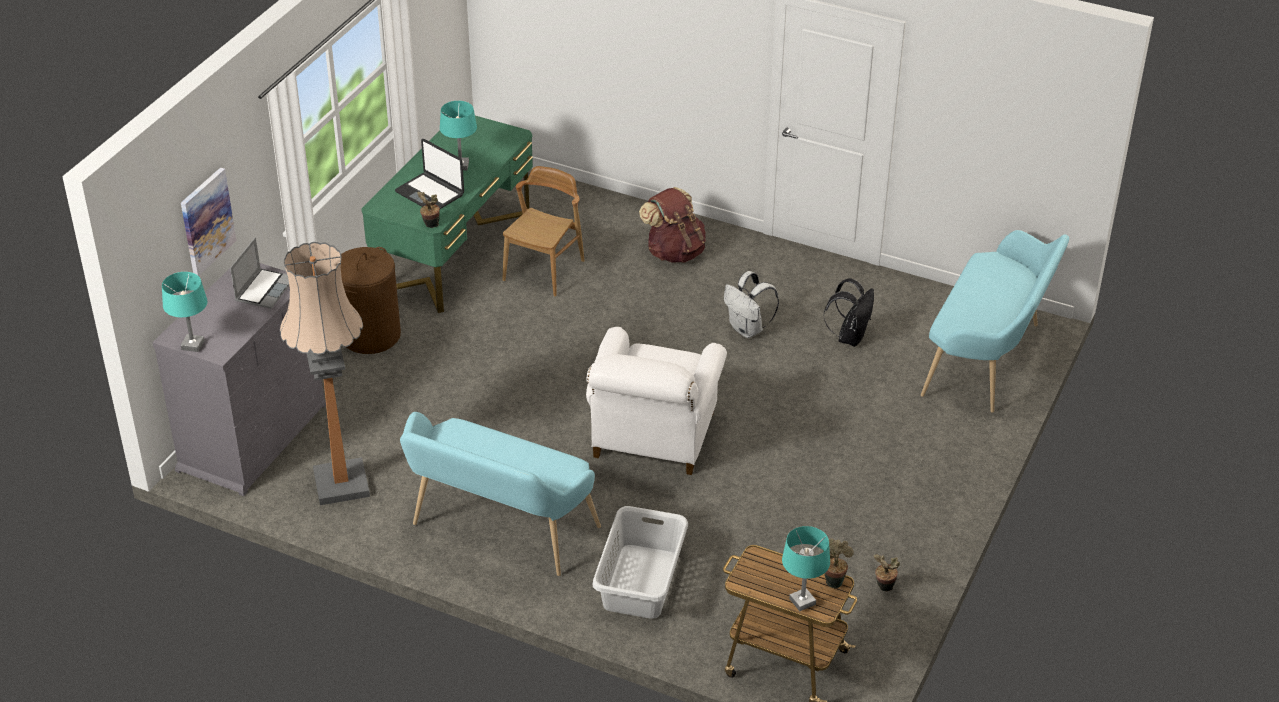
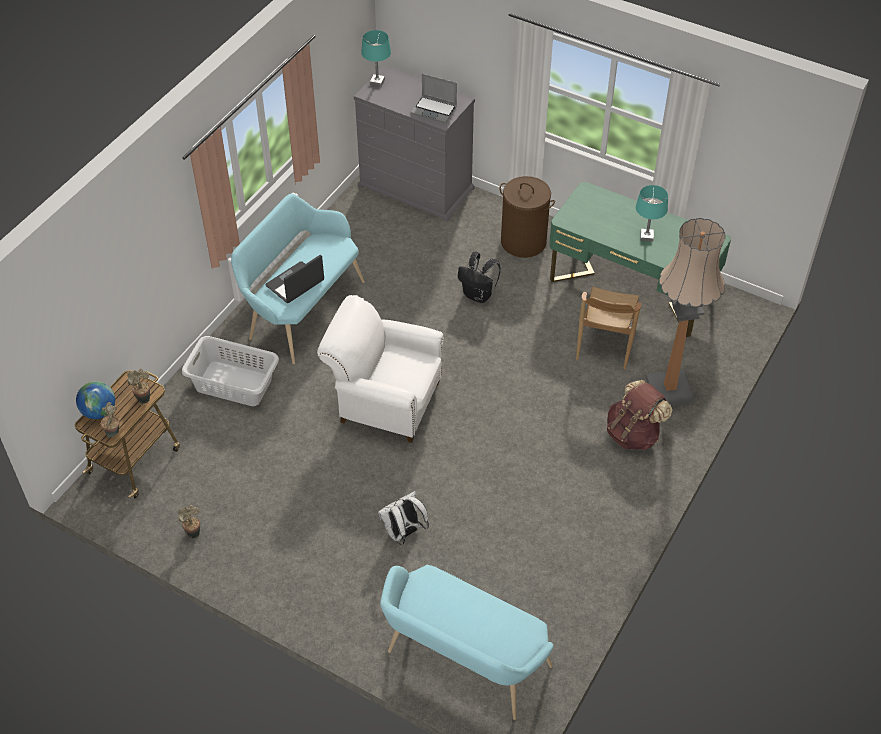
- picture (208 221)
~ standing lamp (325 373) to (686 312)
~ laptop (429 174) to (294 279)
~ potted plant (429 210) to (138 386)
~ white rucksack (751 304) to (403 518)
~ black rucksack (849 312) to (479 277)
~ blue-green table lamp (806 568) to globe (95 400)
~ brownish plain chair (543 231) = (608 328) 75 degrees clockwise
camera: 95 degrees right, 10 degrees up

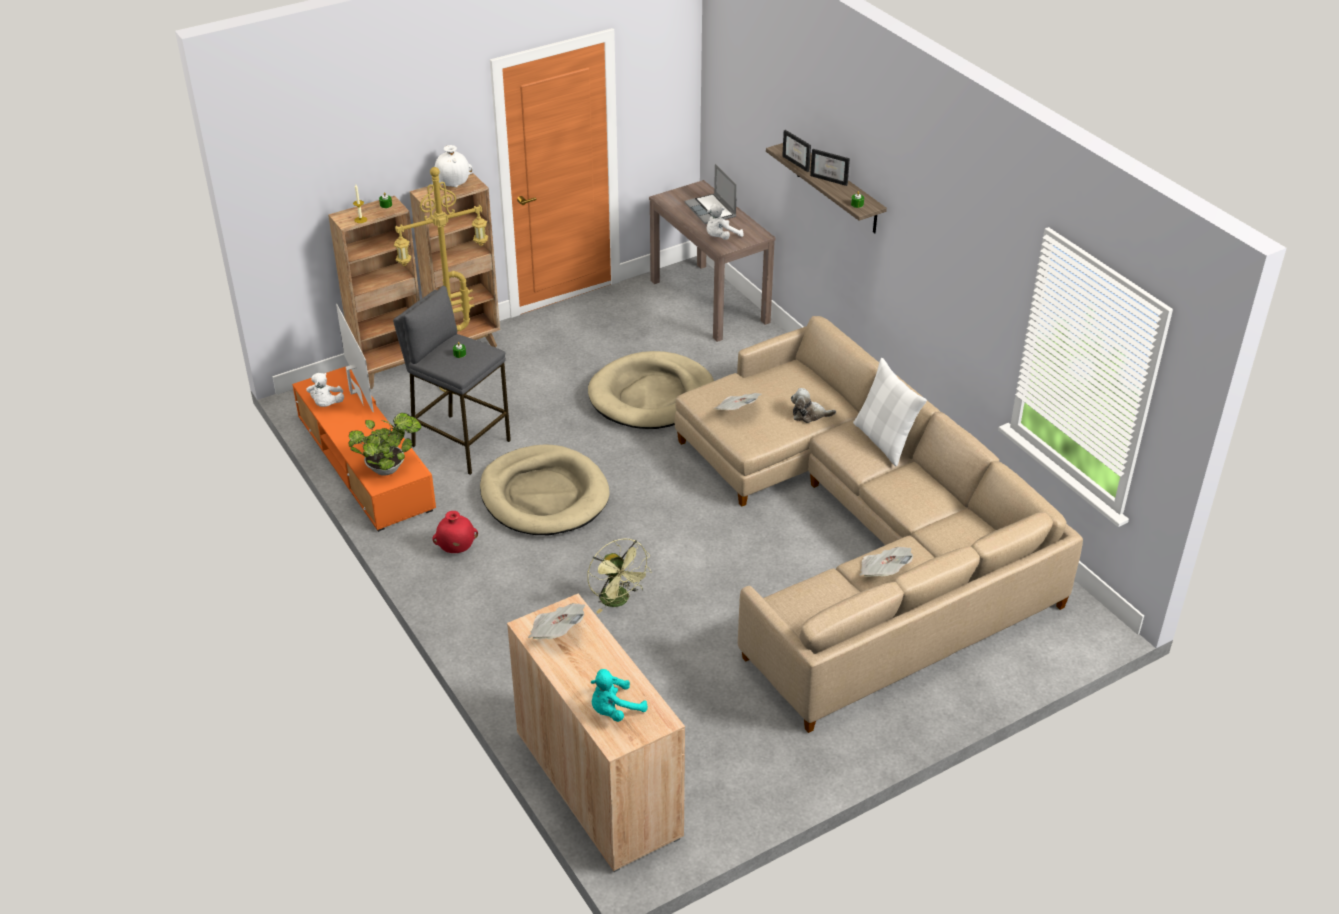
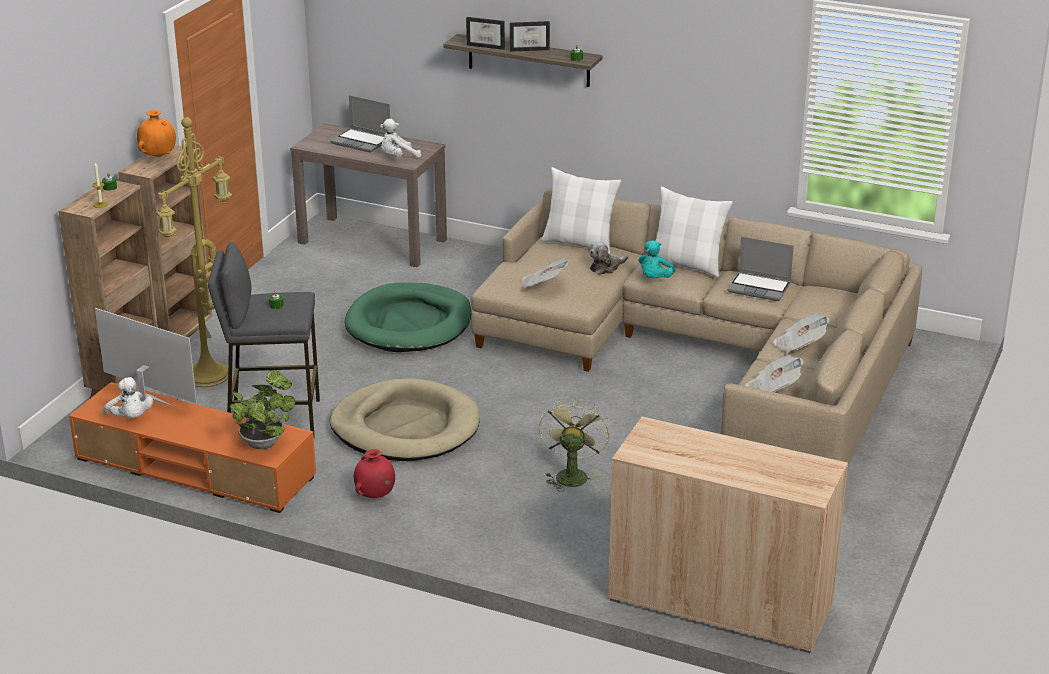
+ white throw pillow (581 210)
+ laptop (760 268)
~ daily paper (556 621) to (774 373)
~ blue-green cuddly toy (619 695) to (657 259)
~ white decorative vase (454 166) to orange decorative vase (156 133)
~ beige dog bed (651 390) to green-coloured dog bed (408 317)
~ green-coloured electric fan (619 576) = (574 445) 105 degrees counterclockwise
~ white cuddly toy (725 221) = (400 138) 45 degrees clockwise
camera: 35 degrees left, 10 degrees down

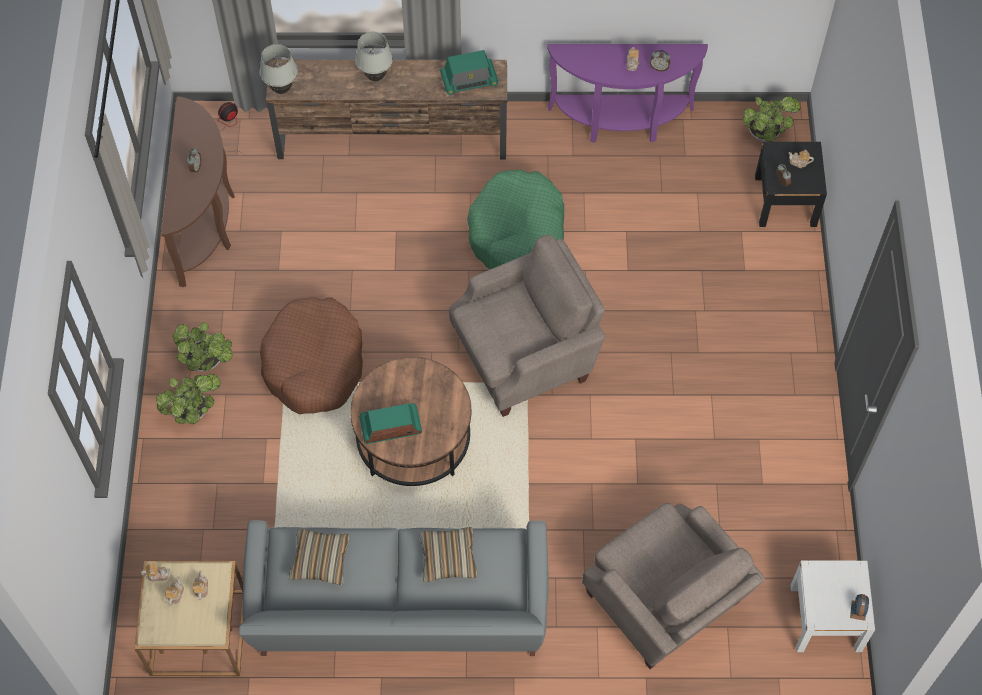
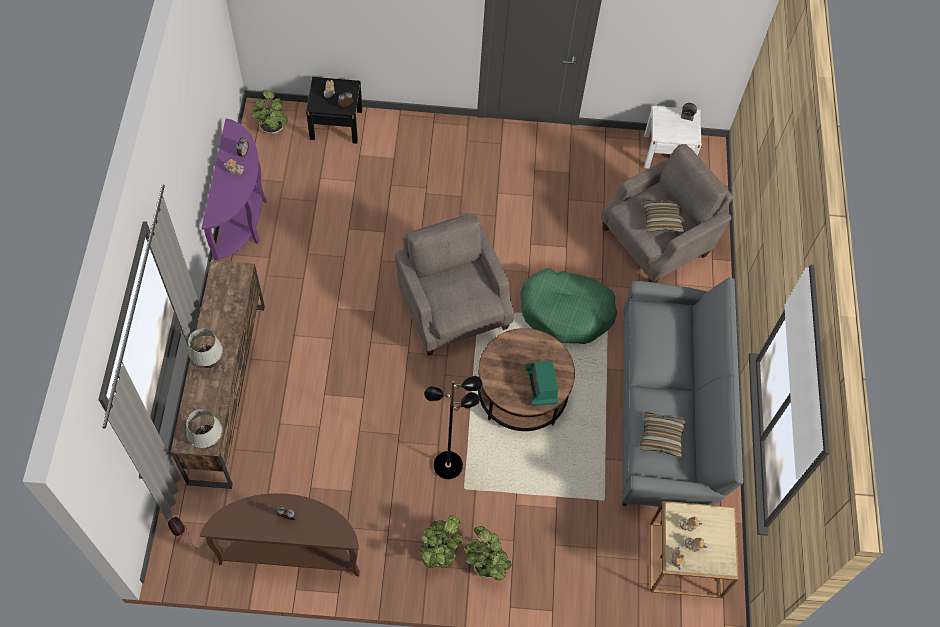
- radio receiver (469 72)
~ throw pillow (449 554) to (663 216)
~ green-coloured dog bed (515 220) to (569 306)
~ brownish dog bed (311 355) to black standing lamp (453 427)
camera: 90 degrees left, 0 degrees up

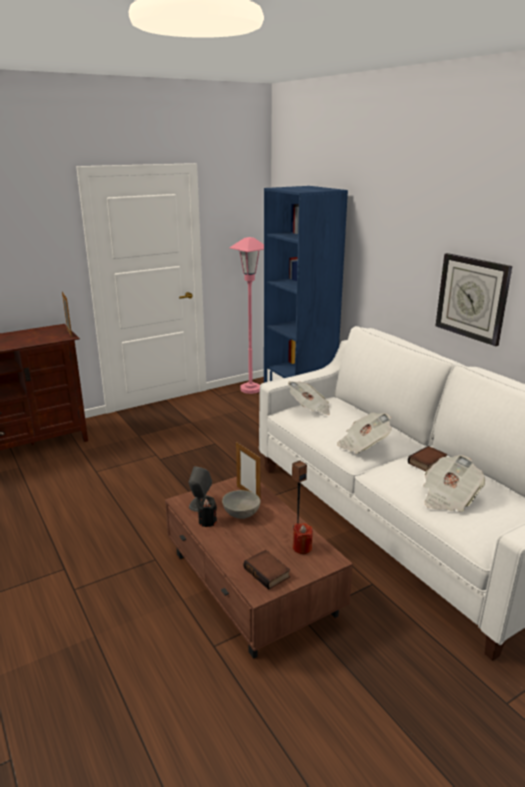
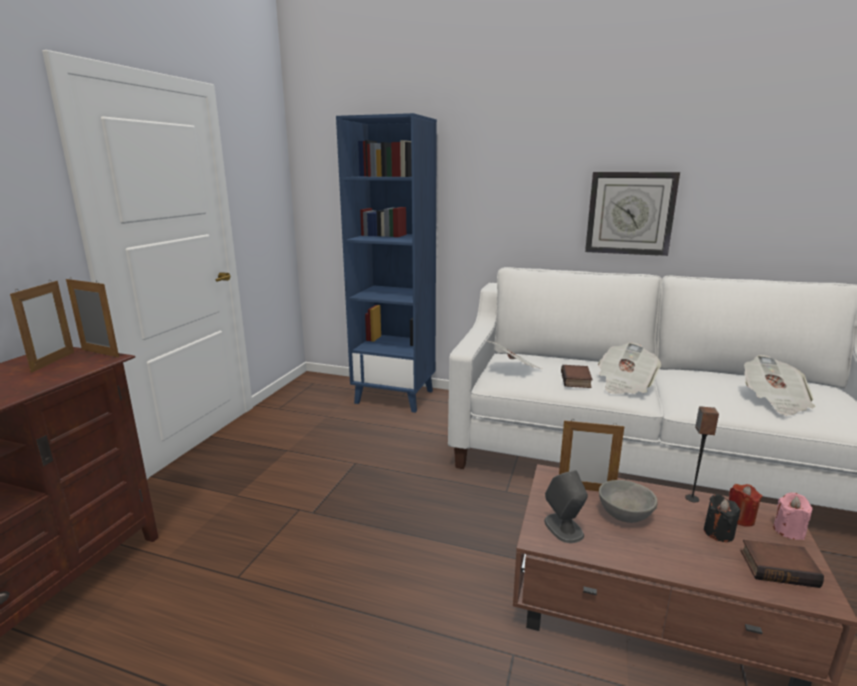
- pink standing lamp (246 315)
+ standing frame (42 327)
+ pink candle (792 516)
~ black candle (207 511) to (722 518)
~ book (428 458) to (577 376)
camera: 40 degrees left, 5 degrees down

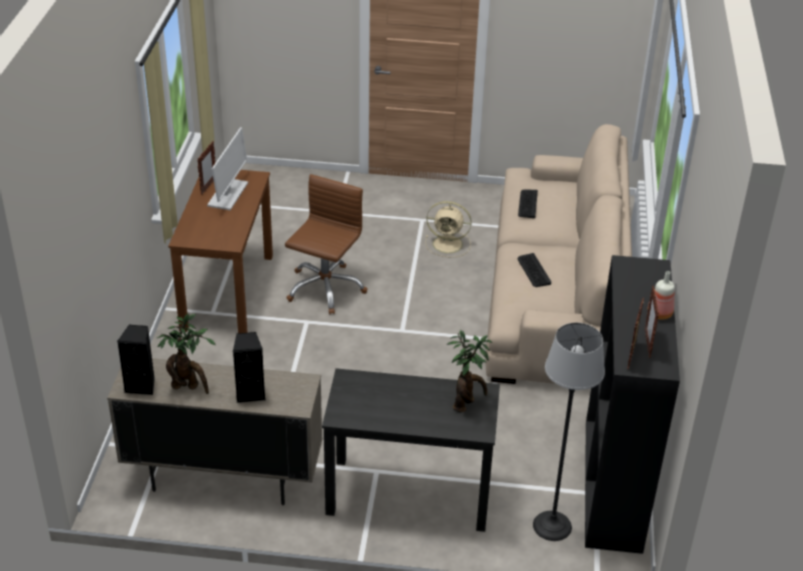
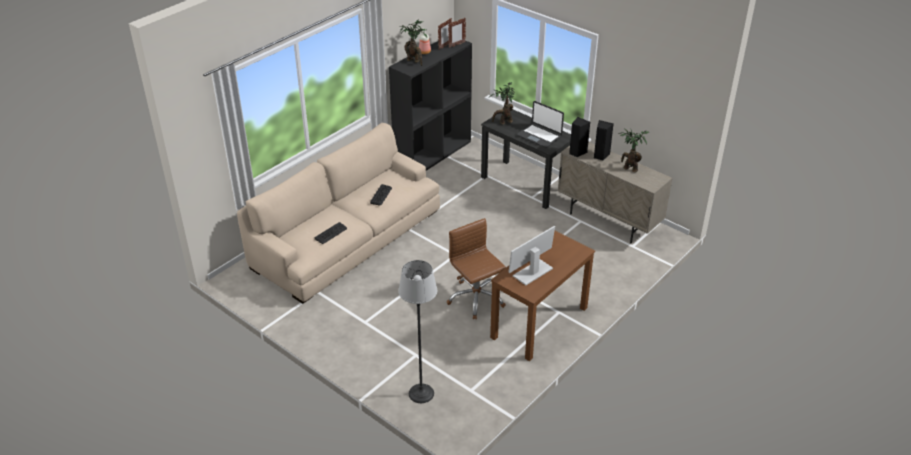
- standing frame (206 168)
- beige electric fan (448 229)
+ potted plant (413 42)
+ laptop (540 124)
~ black speaker (136 359) to (579 137)
~ standing lamp (569 432) to (417 331)
~ brownish desk chair (326 244) = (476 269) 90 degrees clockwise
camera: 145 degrees left, 0 degrees up

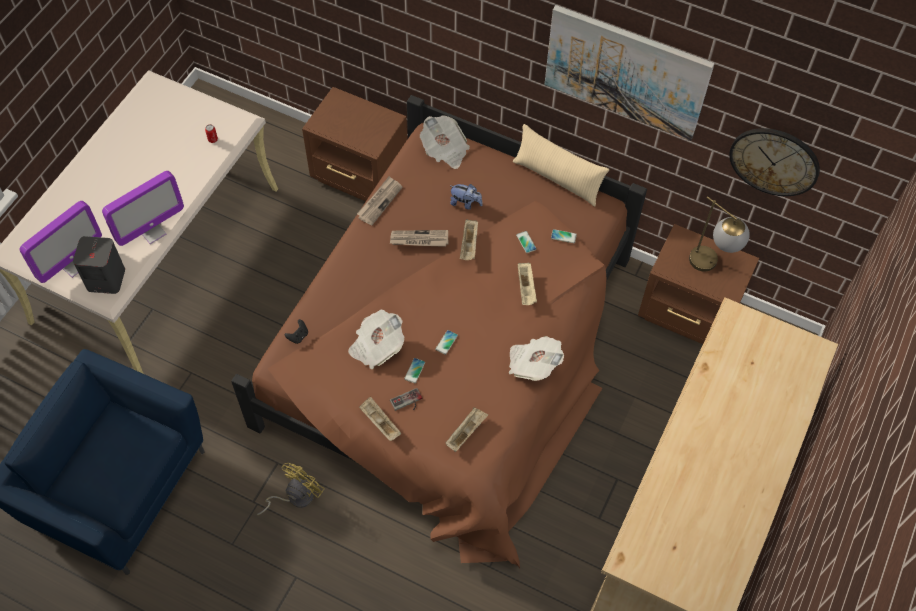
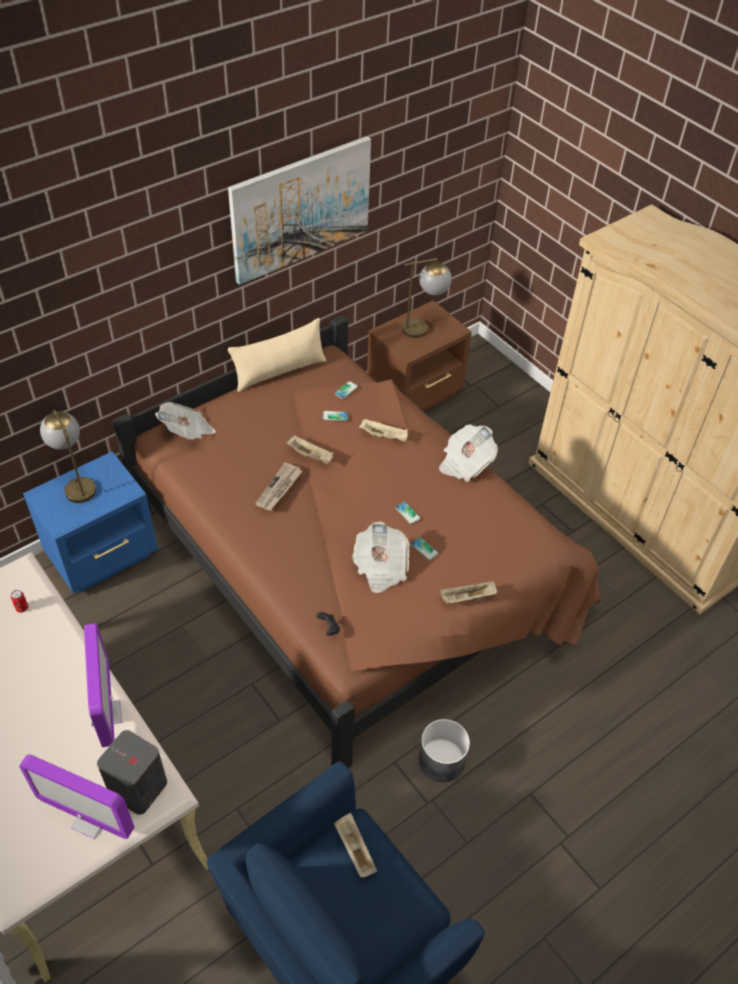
- daily paper (379 200)
- game controller (406 399)
- cuddly toy (466 197)
- clock on the wall (774 162)
+ table lamp (68 456)
~ beige serving tray (466 429) to (355 845)
~ yellow-coloured electric fan (291 489) to grey flower pot (444 750)
~ brownish night table (354 144) to bluish night table (90 522)
~ computer display (61 242) = (76 796) 135 degrees clockwise
camera: 65 degrees left, 10 degrees down

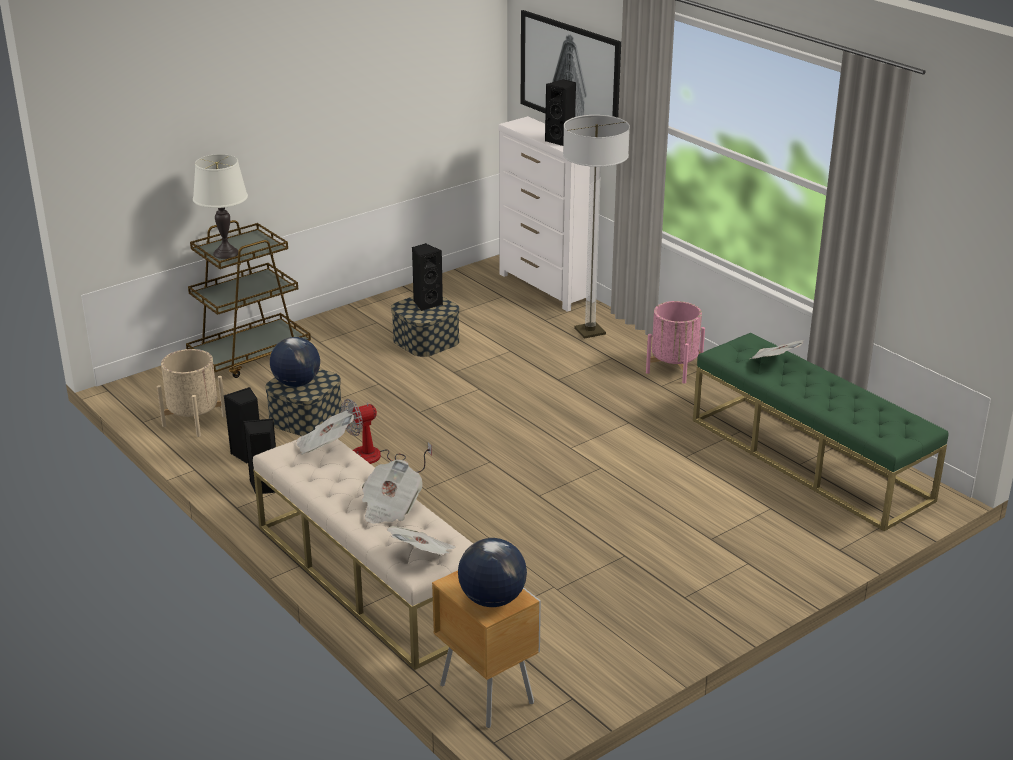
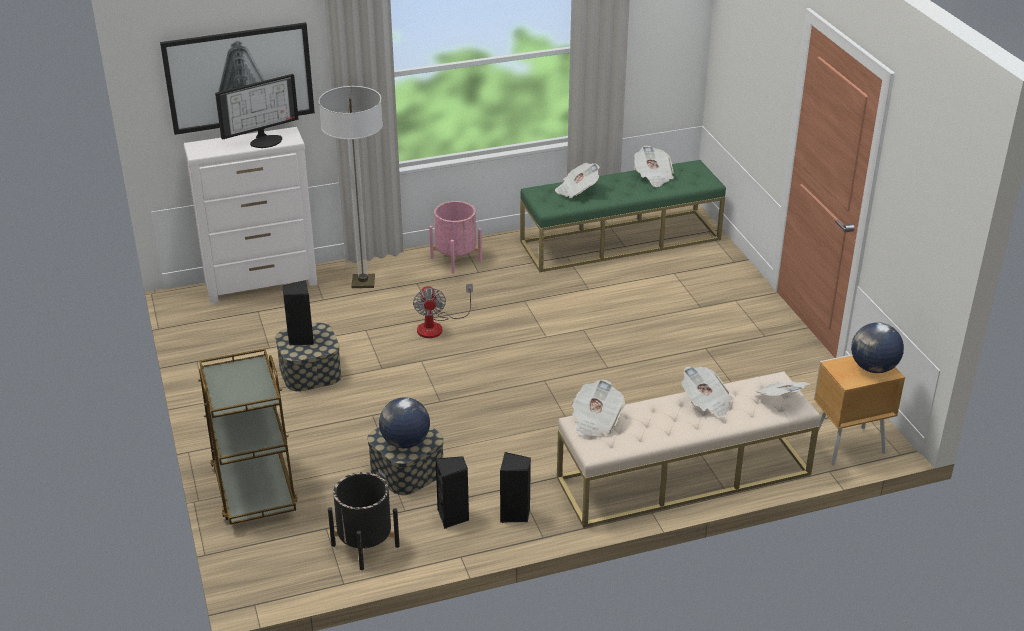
- white table lamp (220 206)
+ daily paper (654 166)
~ electric fan (386 436) to (443 311)
~ black speaker (560 112) to computer display (256 111)
~ beige flower pot (191 393) to black flower pot (364 521)
camera: 70 degrees left, 5 degrees up

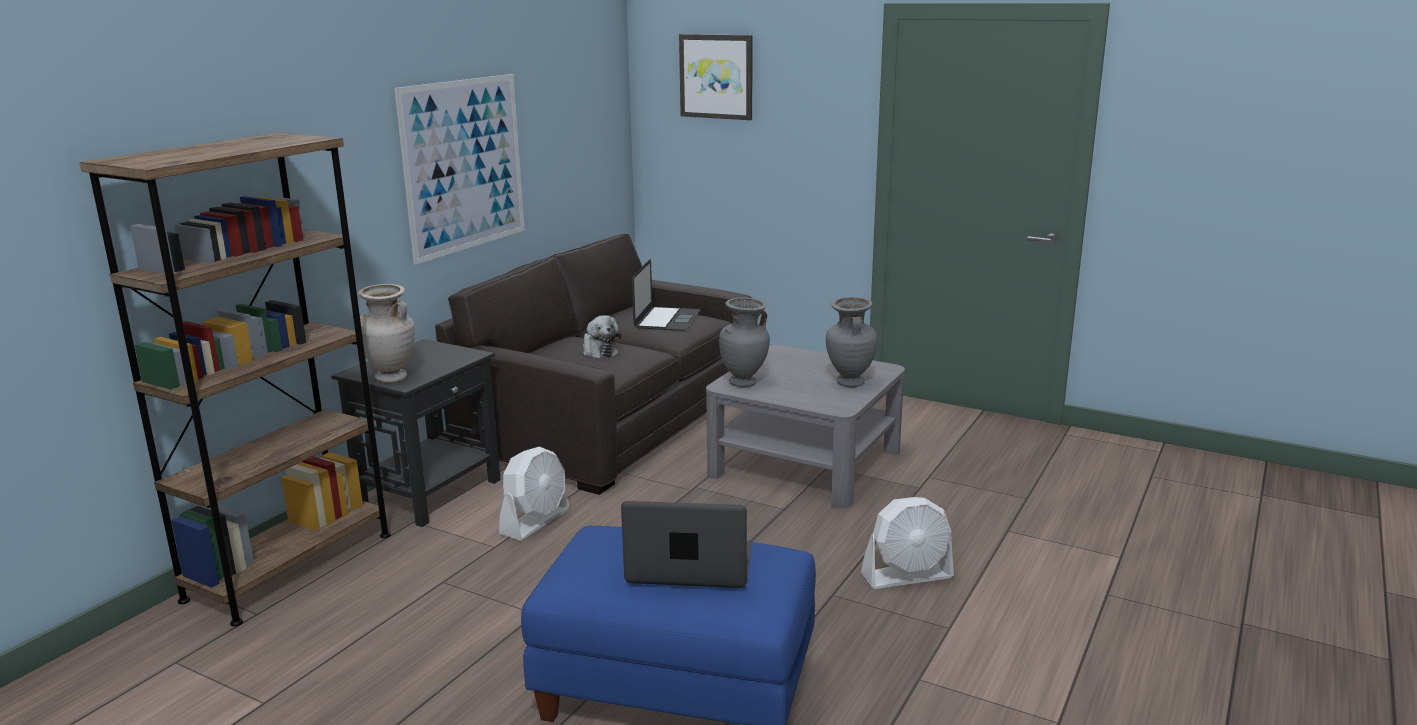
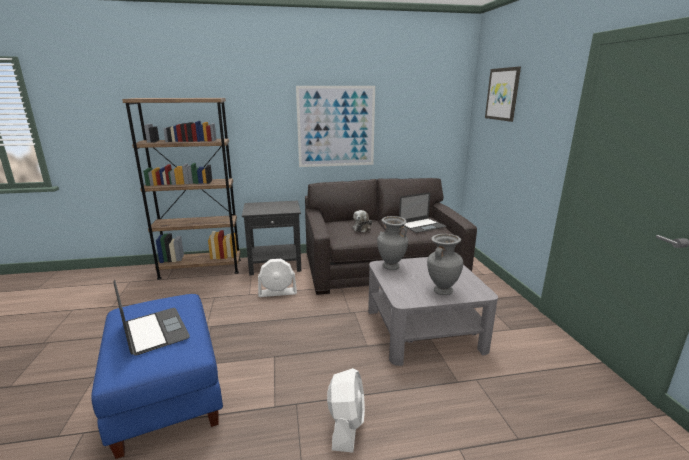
- beige decorative vase (386 333)
~ white electric fan (907 543) = (346 410) 120 degrees counterclockwise
camera: 50 degrees right, 0 degrees up

